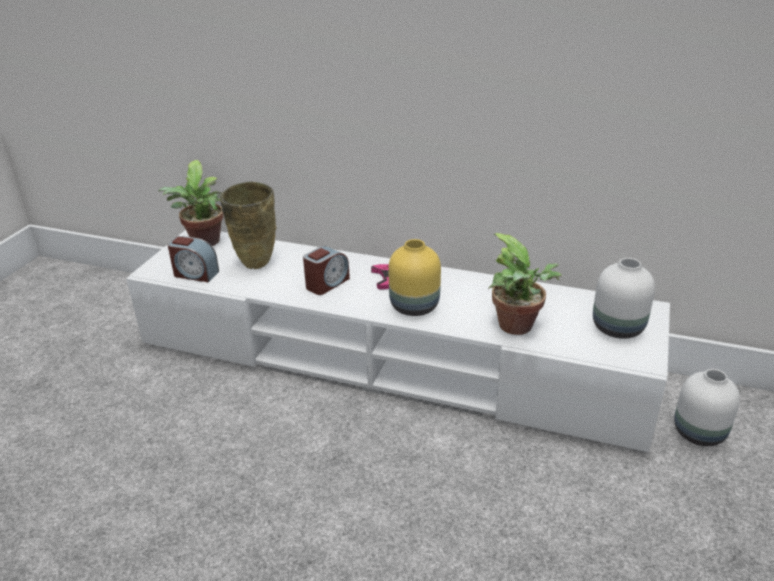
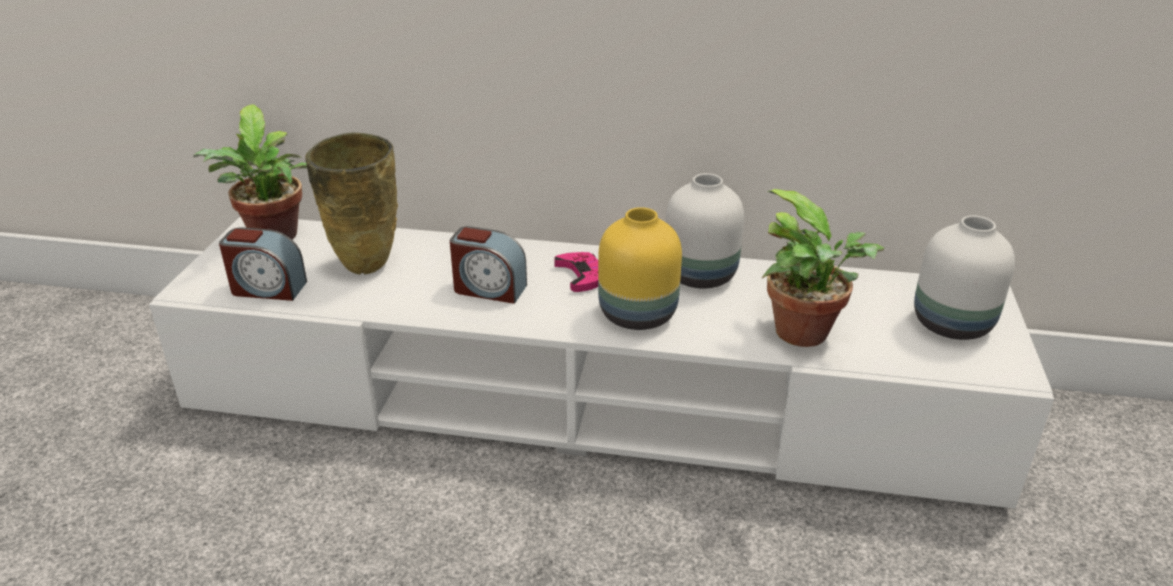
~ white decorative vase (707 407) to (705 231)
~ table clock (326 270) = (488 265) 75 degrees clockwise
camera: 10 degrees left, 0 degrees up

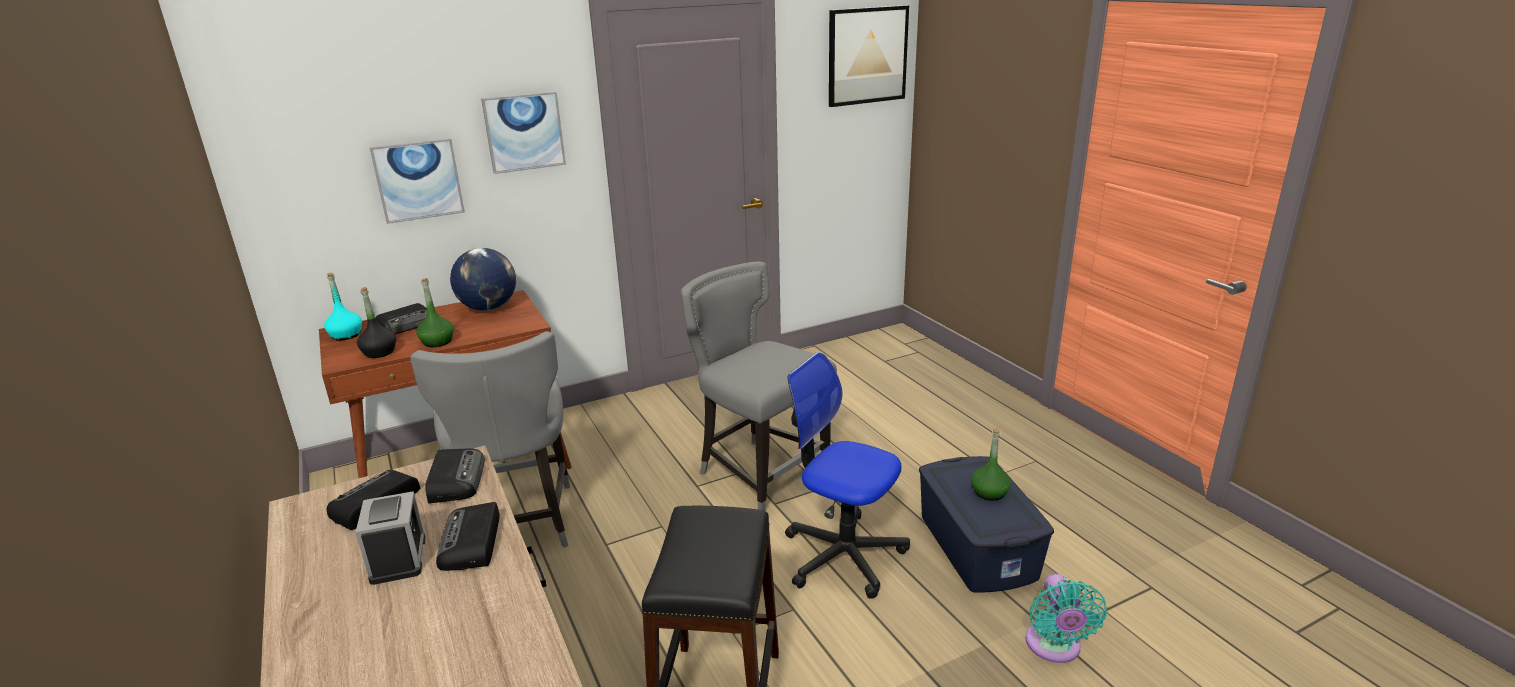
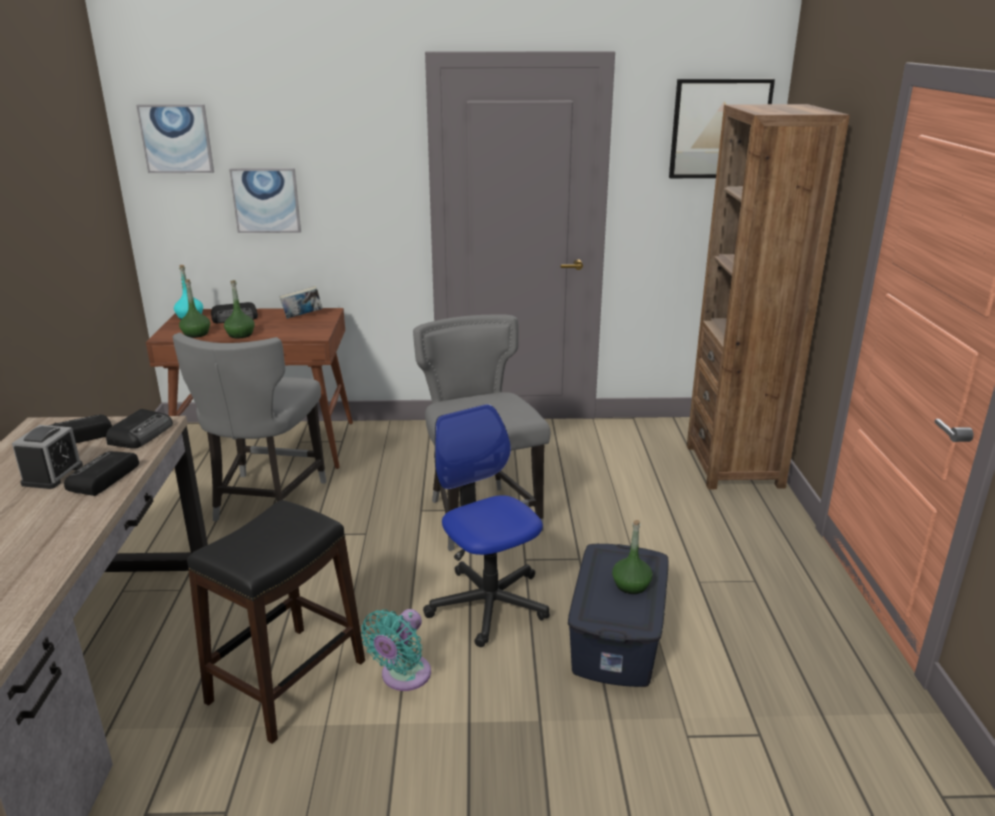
+ brownish bookshelf (768 296)
~ picture (523 133) to (175 138)
~ blue-green electric fan (1066 618) to (396 650)
~ globe (483 279) to book (301 302)
~ black drink bottle (376 322) to green-coloured drink bottle (194 308)
camera: 25 degrees right, 0 degrees up

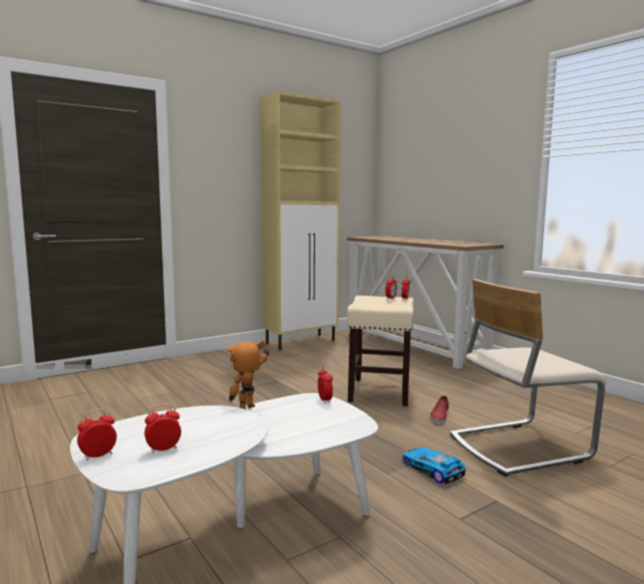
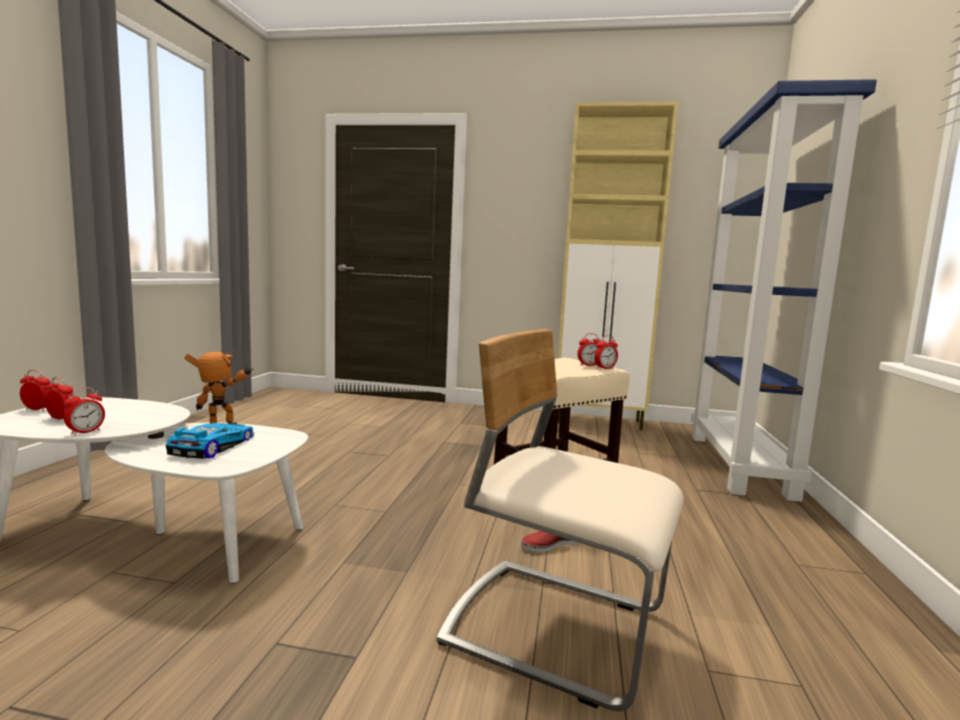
~ table clock (325 384) to (84 411)
~ miniature car (434 465) to (209 441)
~ console table (425 302) to bluish bookshelf (784 290)
camera: 45 degrees right, 0 degrees up

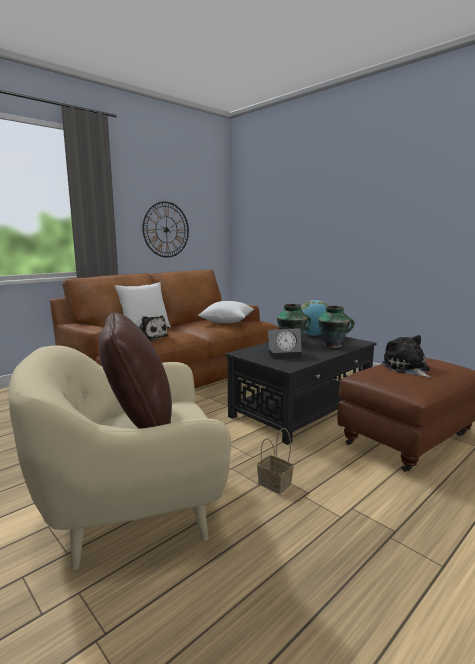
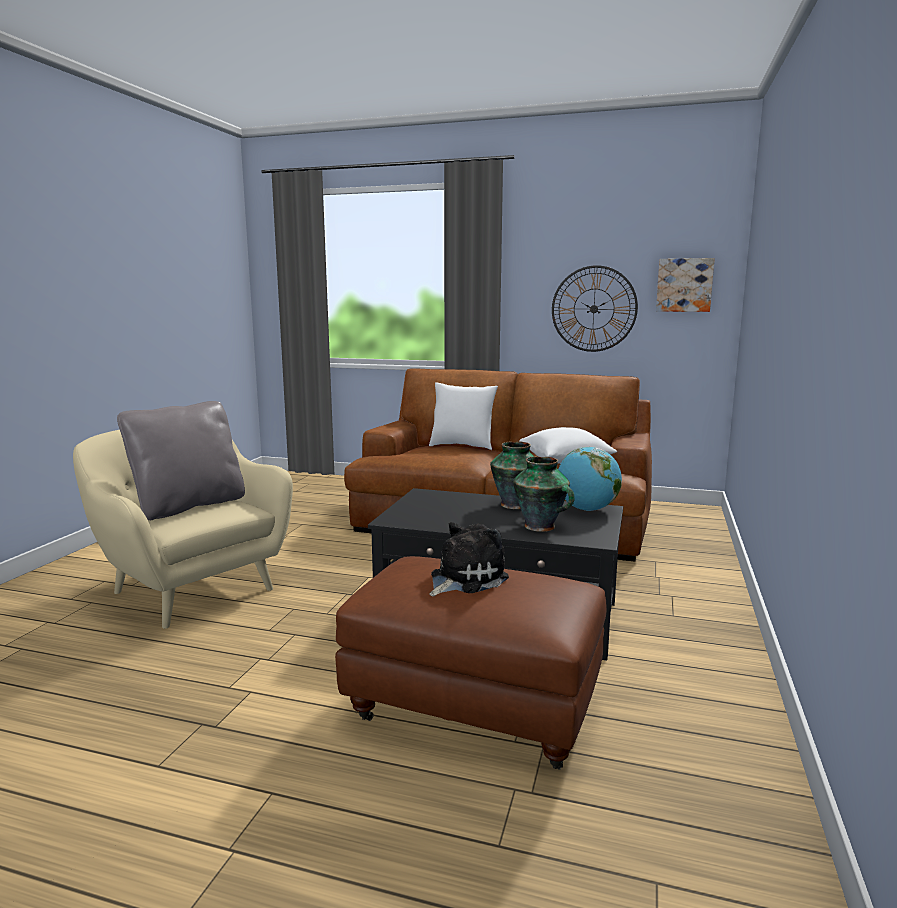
- cuddly toy (153 328)
- household basket (275 461)
- table clock (285 343)
+ picture (685 285)
~ brownish throw pillow (135 370) to grey throw pillow (181 460)
camera: 60 degrees right, 0 degrees up

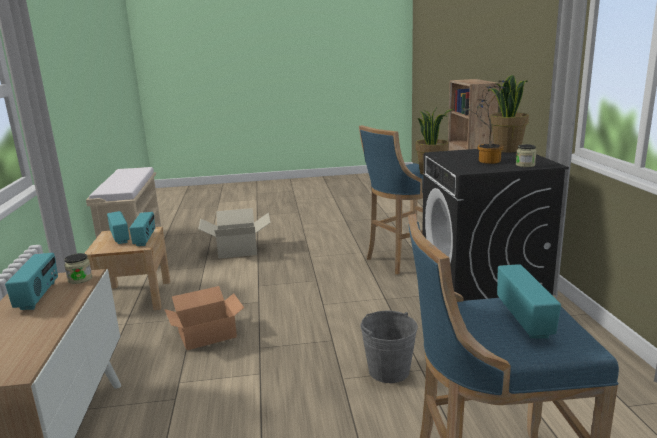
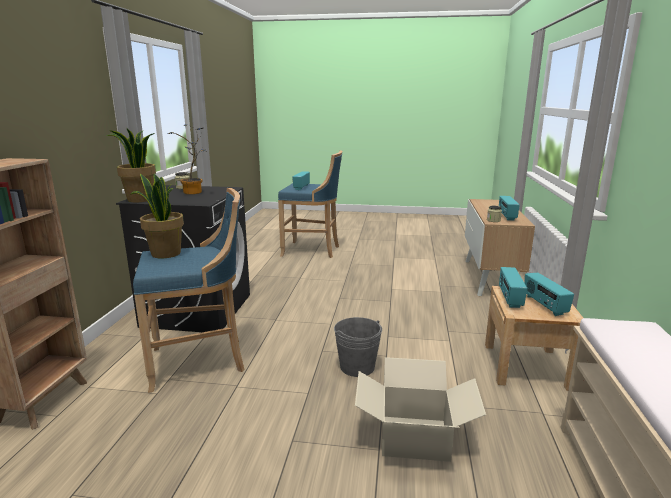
- carton (204 318)
~ grey water bucket (389 347) to (358 347)
camera: 165 degrees left, 0 degrees up

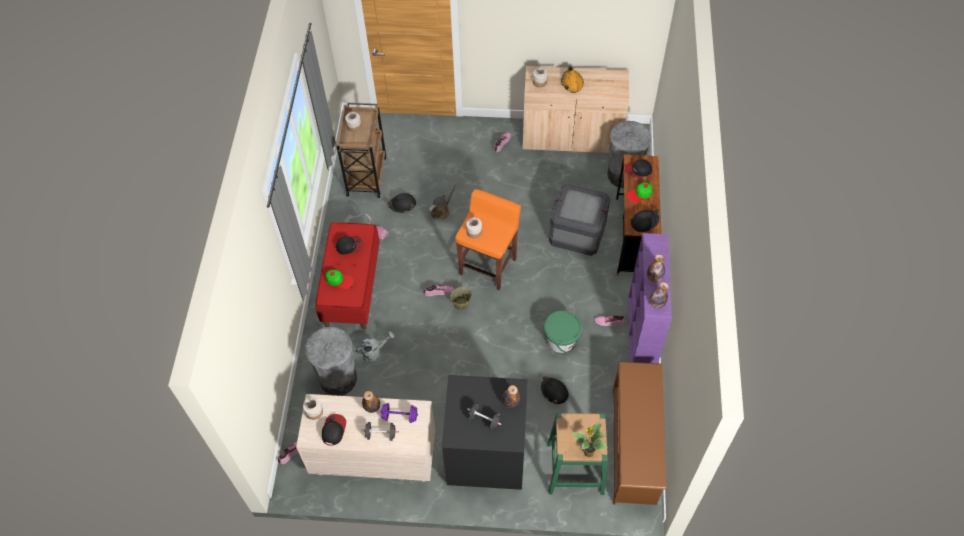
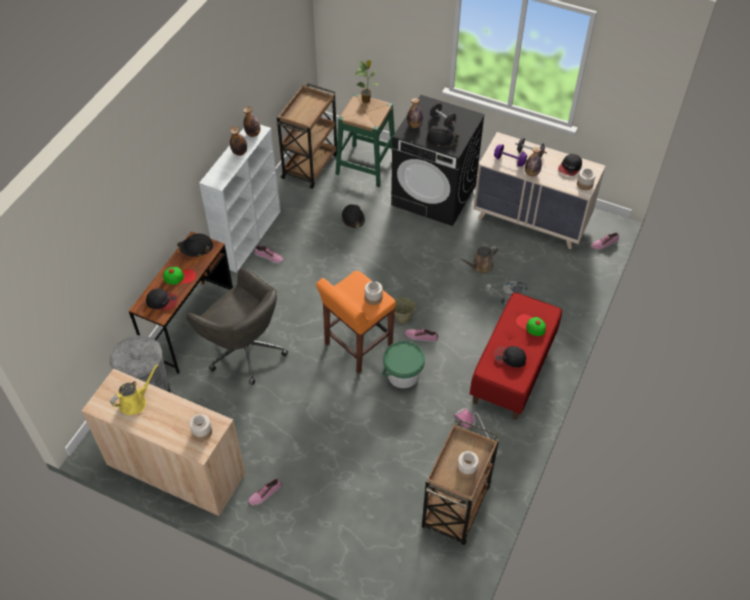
- grey waste bin (331 361)
- orange safety helmet (572 79)
+ yellow-coloured watering can (134 389)
~ black safety helmet (401 203) to (443 136)
~ brownish watering can (443 201) to (478 259)
~ green-coloured water bucket (563 332) to (403 364)
~ crate (579 220) to grey desk chair (237 326)
~ brownish shoe rack (639 433) to brownish trolley (306 136)
~ purplish bookshelf (650 298) to white bookshelf (240 199)
camera: 160 degrees left, 5 degrees down

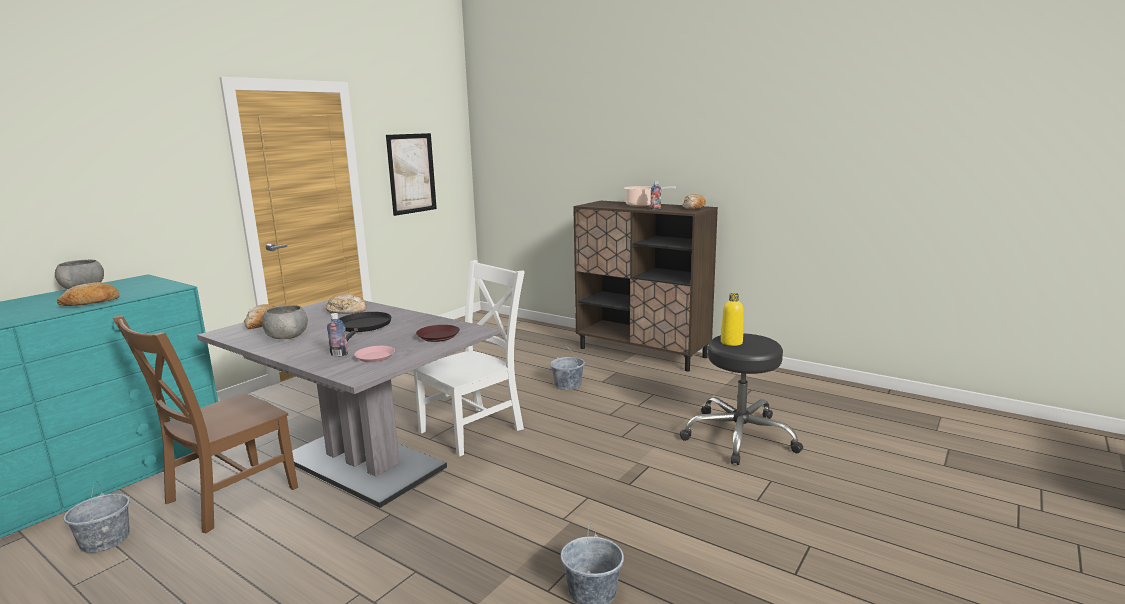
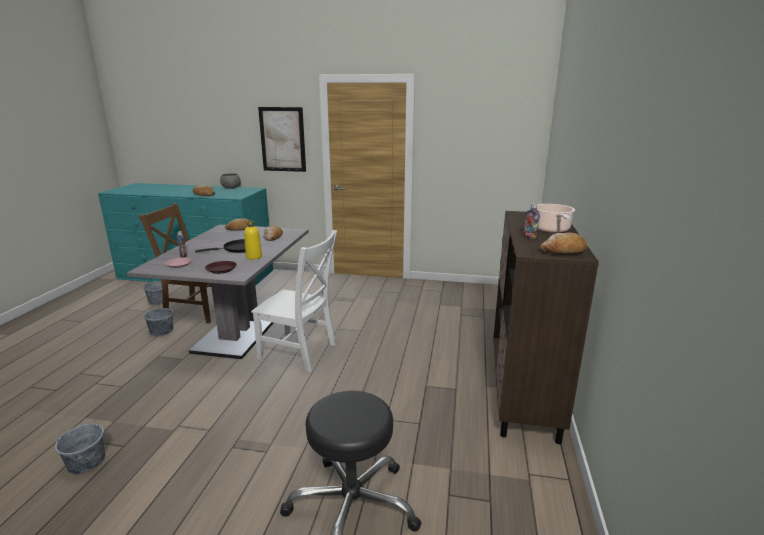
- grey deep dish (285 322)
~ picture (411 174) to (282 139)
~ grey water bucket (567 368) to (158 319)
~ yellow-coloured drink bottle (732 319) to (253 240)
camera: 65 degrees right, 5 degrees up

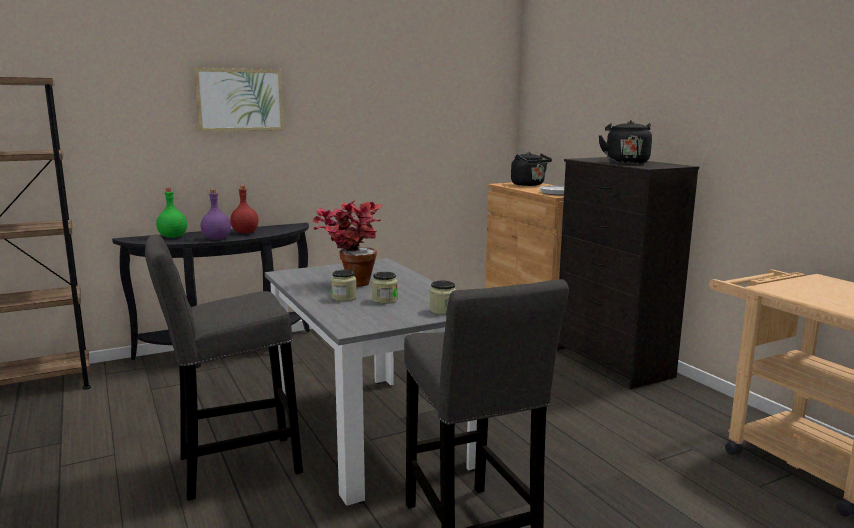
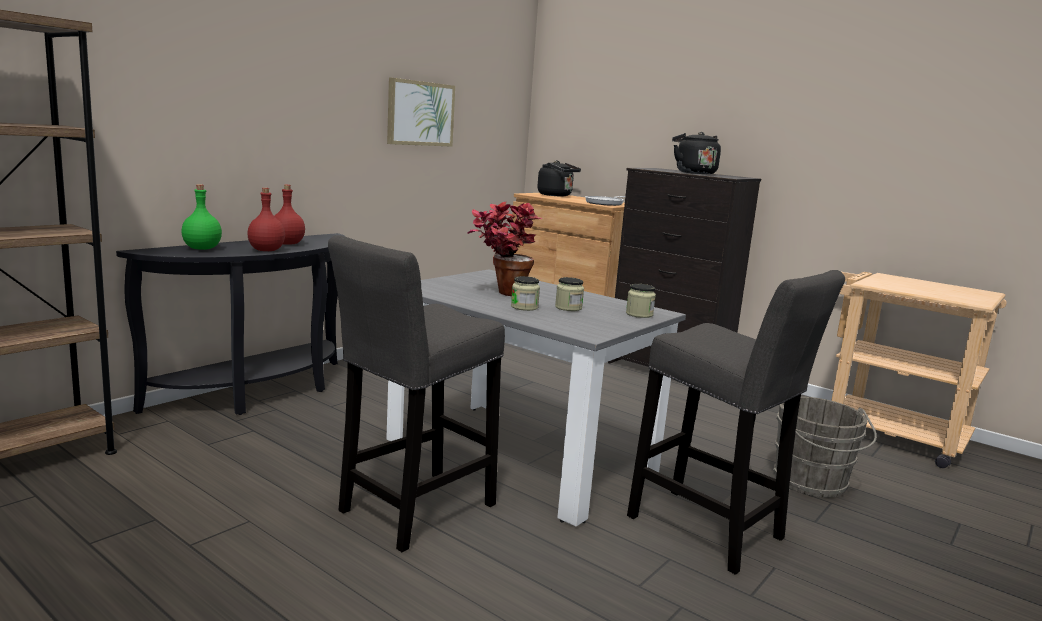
+ grey water bucket (825 446)
~ picture (239 100) to (421 112)
~ purplish drink bottle (216 214) to reddish drink bottle (266 219)
camera: 25 degrees left, 0 degrees up

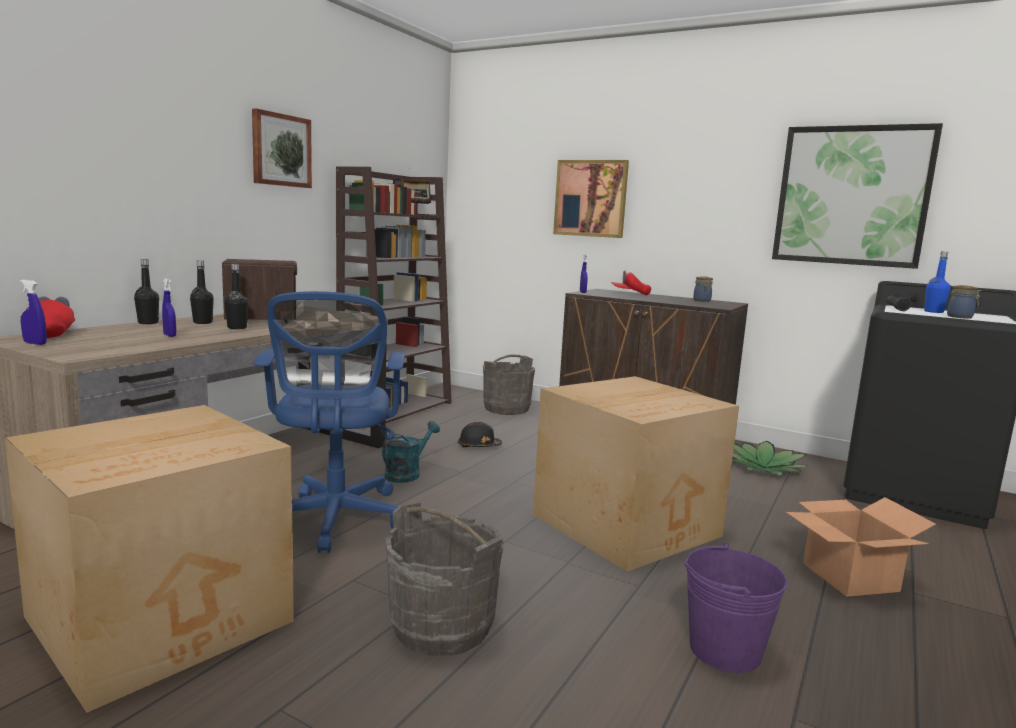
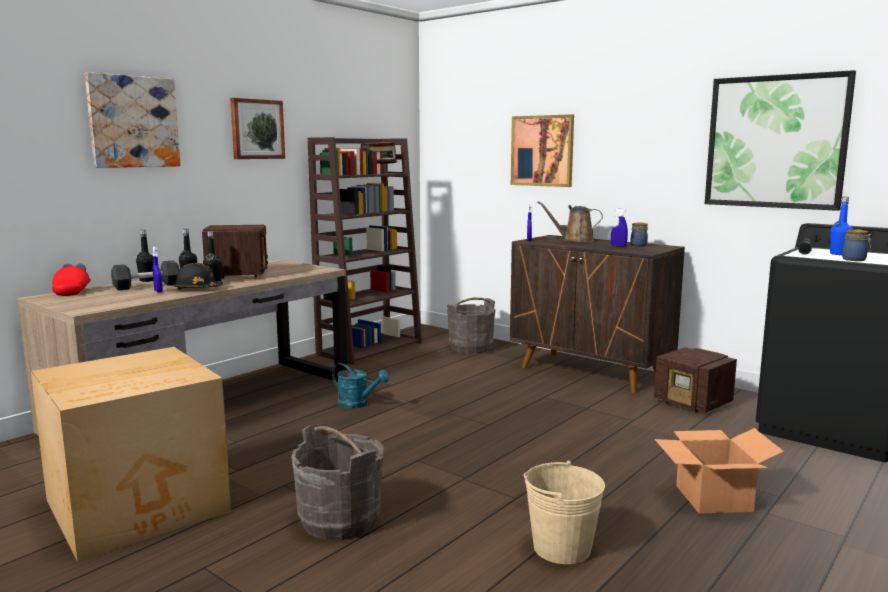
- bluish desk chair (329 422)
- carton (636 474)
+ picture (133 120)
+ black hand weight (145 275)
~ bluish sprayer (33 312) to (619 227)
~ black safety helmet (480 435) to (198 276)
~ reddish baseball cap (631 282) to brownish watering can (570 221)
~ potted plant (770 458) to radio receiver (695 380)
~ purplish water bucket (735 608) to beige water bucket (564 512)
~ blue-green watering can (411 452) = (360 386) 75 degrees clockwise
camera: 10 degrees right, 0 degrees up

